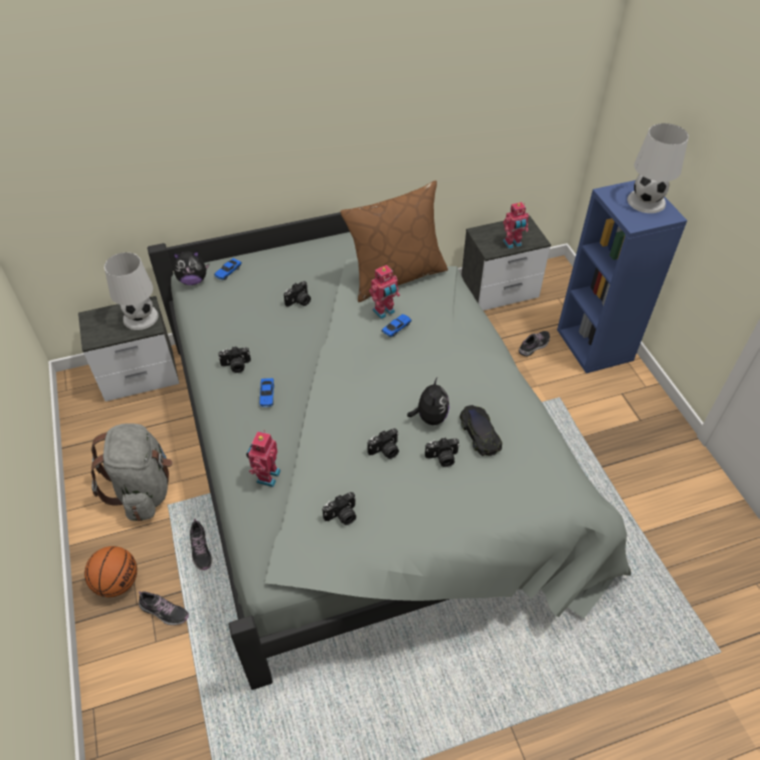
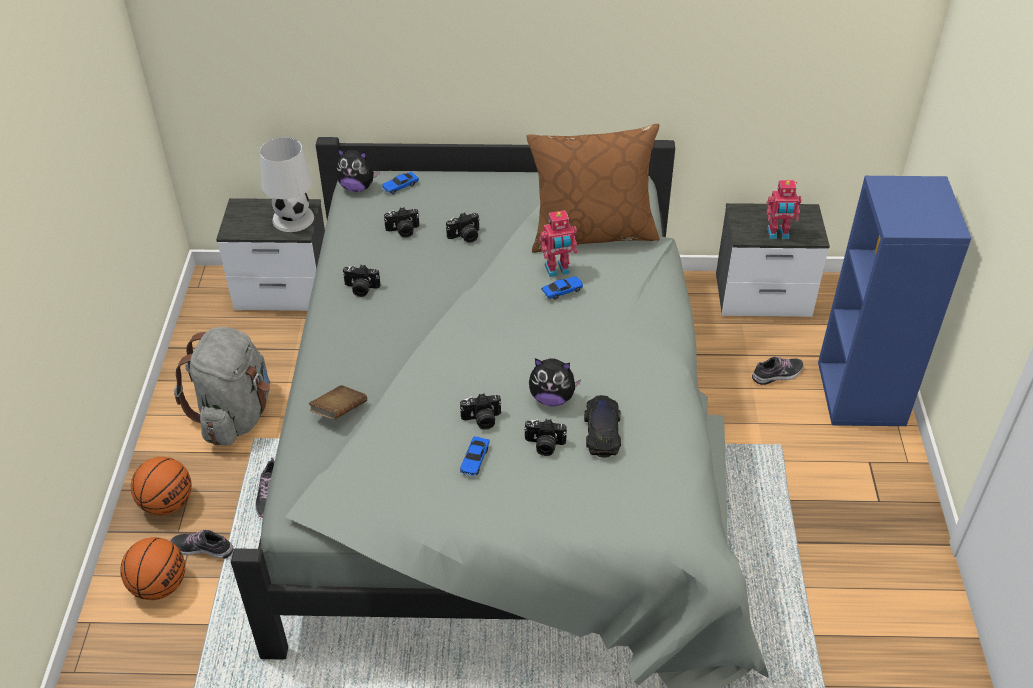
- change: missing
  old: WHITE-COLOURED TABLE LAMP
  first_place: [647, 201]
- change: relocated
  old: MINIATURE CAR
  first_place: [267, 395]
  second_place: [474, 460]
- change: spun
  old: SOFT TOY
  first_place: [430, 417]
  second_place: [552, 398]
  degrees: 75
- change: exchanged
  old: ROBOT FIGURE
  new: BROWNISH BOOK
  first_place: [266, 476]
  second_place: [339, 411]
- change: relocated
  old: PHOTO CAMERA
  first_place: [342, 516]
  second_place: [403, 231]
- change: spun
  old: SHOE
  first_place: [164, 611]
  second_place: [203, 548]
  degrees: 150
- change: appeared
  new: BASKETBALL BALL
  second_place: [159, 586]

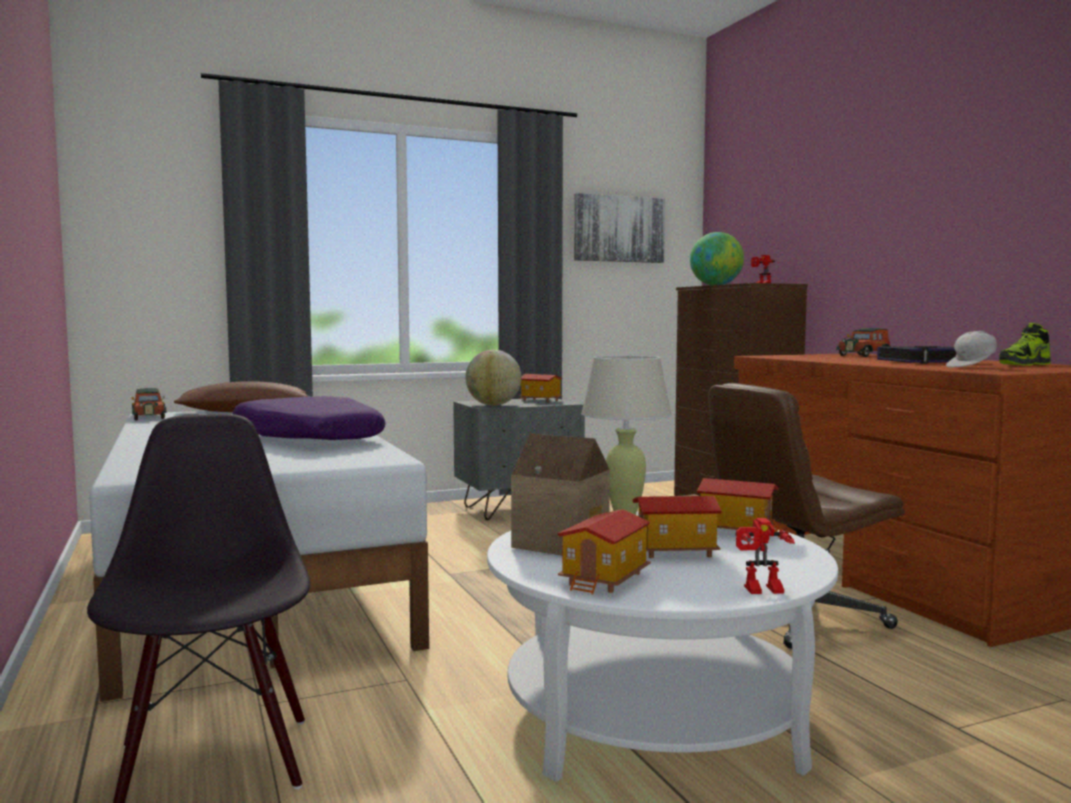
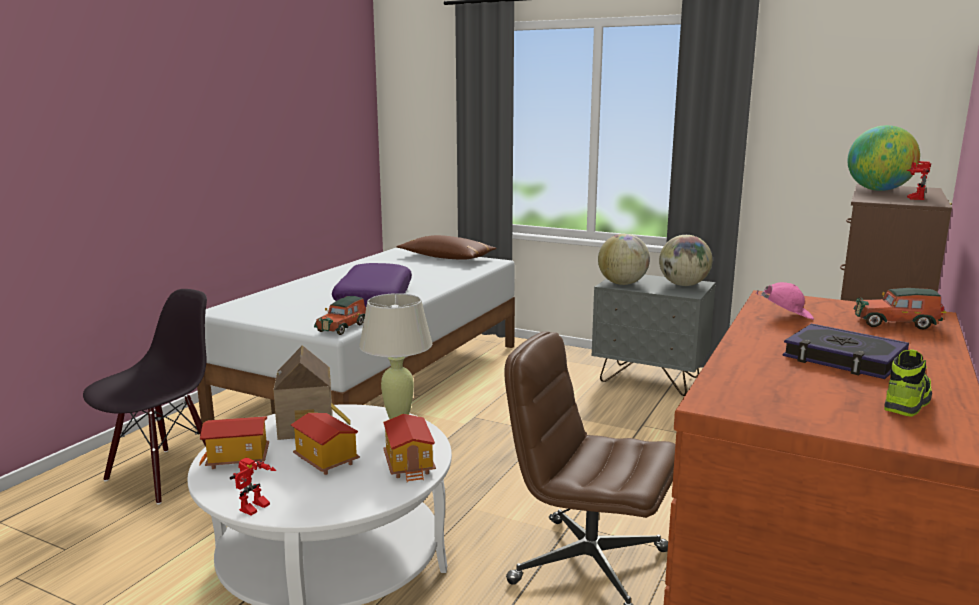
- change: missing
  old: PICTURE
  first_place: [618, 229]
- change: spun
  old: SHOE
  first_place: [1024, 364]
  second_place: [906, 402]
  degrees: 105
- change: missing
  old: WHITE-COLOURED BASEBALL CAP
  first_place: [973, 367]
- change: exchanged
  old: MINIATURE HOUSE
  new: WORLD GLOBE
  first_place: [540, 400]
  second_place: [683, 285]
- change: relocated
  old: MINIATURE CAR
  first_place: [149, 417]
  second_place: [343, 327]
- change: spun
  old: ROBOT FIGURE
  first_place: [762, 591]
  second_place: [255, 509]
  degrees: -105
- change: appeared
  new: PINK-COLOURED BASEBALL CAP
  second_place: [785, 316]

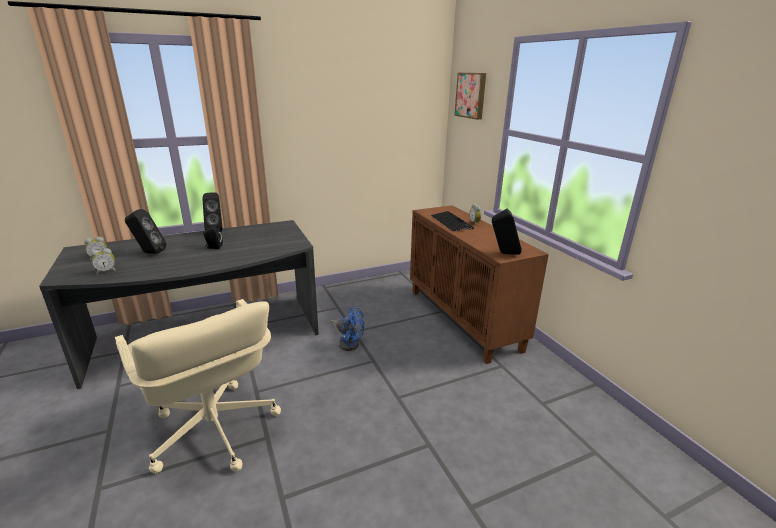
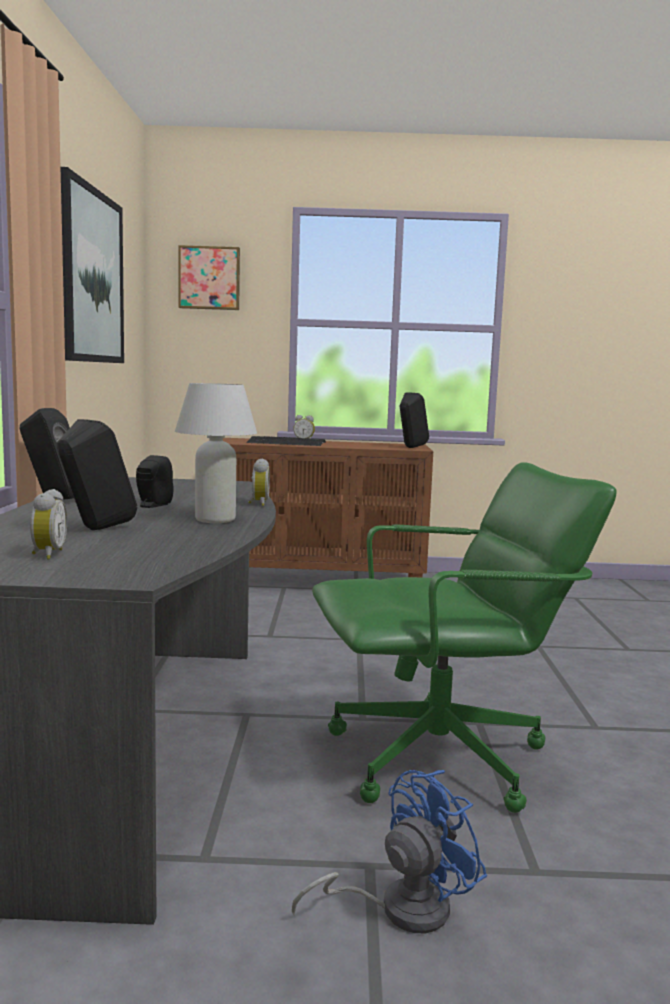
- change: relocated
  old: ALARM CLOCK
  first_place: [106, 271]
  second_place: [258, 503]
- change: colour
  old: BEIGE DESK CHAIR
  new: GREEN-COLOURED DESK CHAIR
  first_place: [214, 431]
  second_place: [441, 759]
- change: relocated
  old: BLUE-COLOURED COOLING FAN
  first_place: [348, 342]
  second_place: [399, 908]
- change: appeared
  new: PICTURE
  second_place: [91, 277]
- change: appeared
  new: WHITE-COLOURED TABLE LAMP
  second_place: [215, 520]

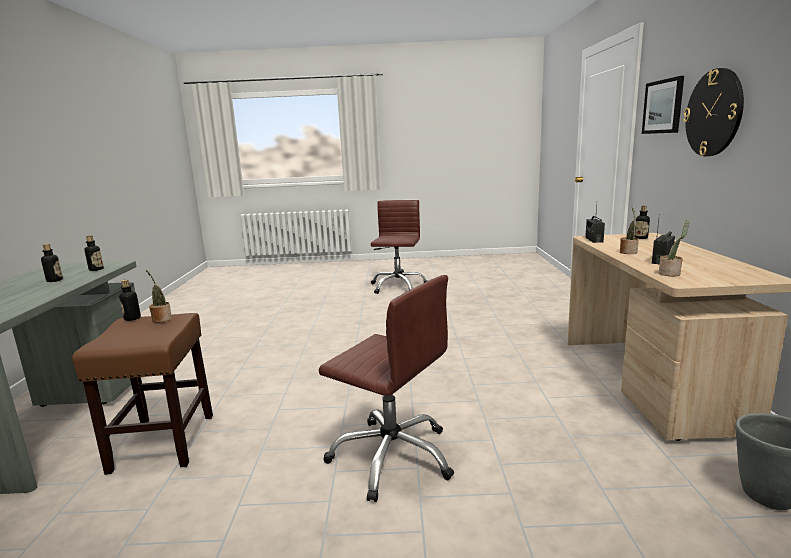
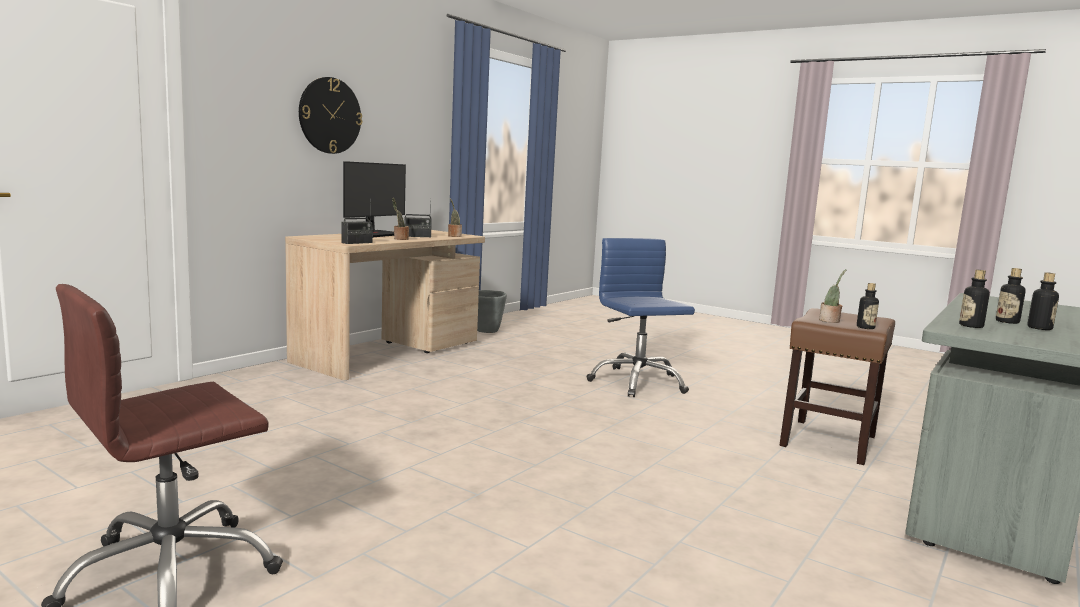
- change: missing
  old: PICTURE
  first_place: [663, 106]
- change: relocated
  old: DRINK BOTTLE
  first_place: [641, 238]
  second_place: [1039, 328]
- change: colour
  old: BROWNISH DESK CHAIR
  new: BLUE-COLOURED DESK CHAIR
  first_place: [392, 456]
  second_place: [637, 382]
- change: appeared
  new: COMPUTER DISPLAY
  second_place: [373, 234]

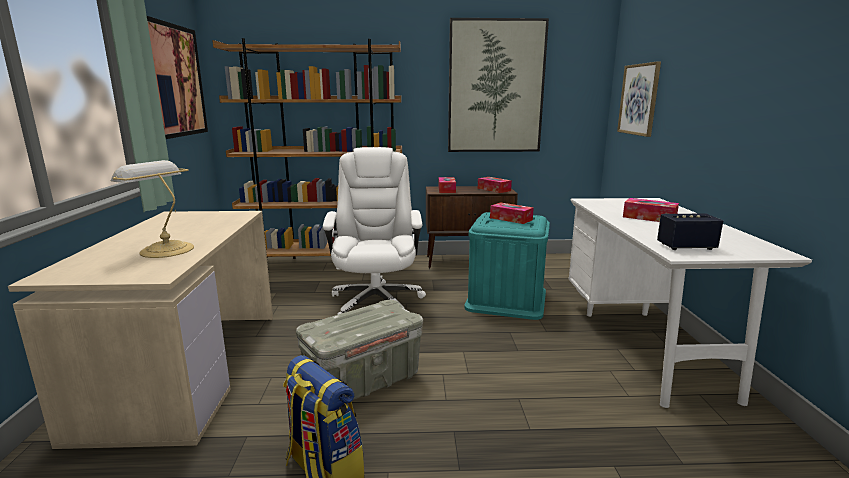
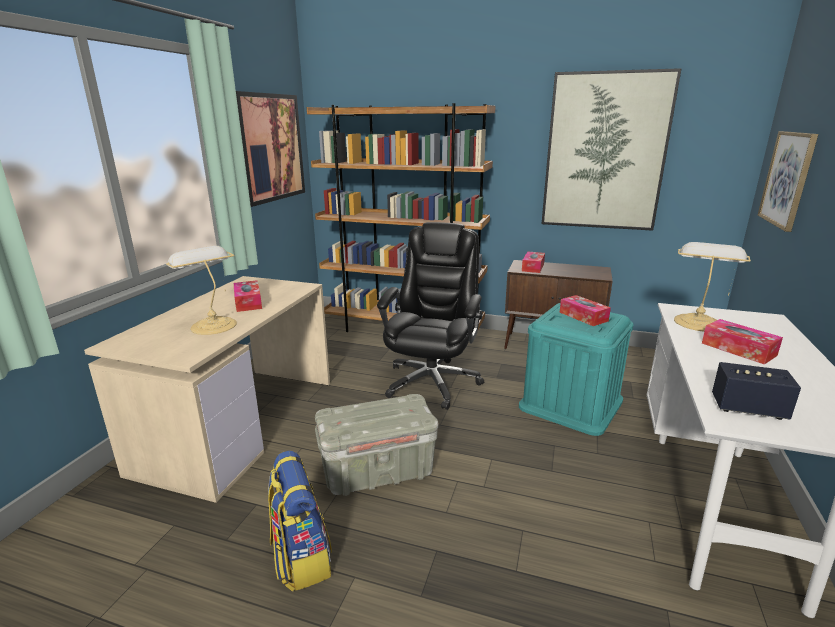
- change: colour
  old: WHITE-COLOURED DESK CHAIR
  new: BLACK DESK CHAIR
  first_place: [376, 301]
  second_place: [432, 381]
- change: relocated
  old: TISSUE BOX
  first_place: [494, 189]
  second_place: [248, 302]
- change: appeared
  new: TABLE LAMP
  second_place: [697, 322]

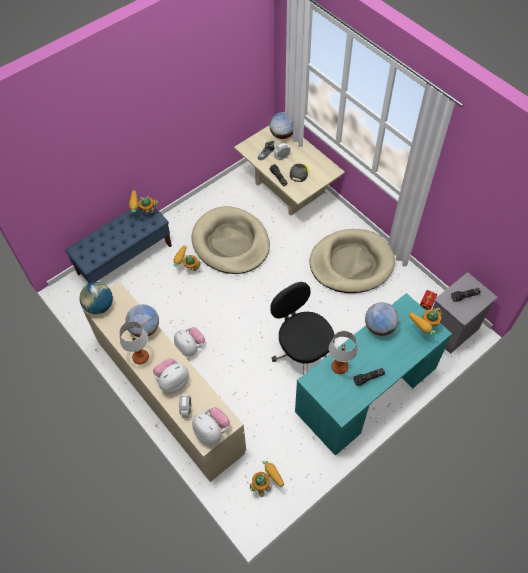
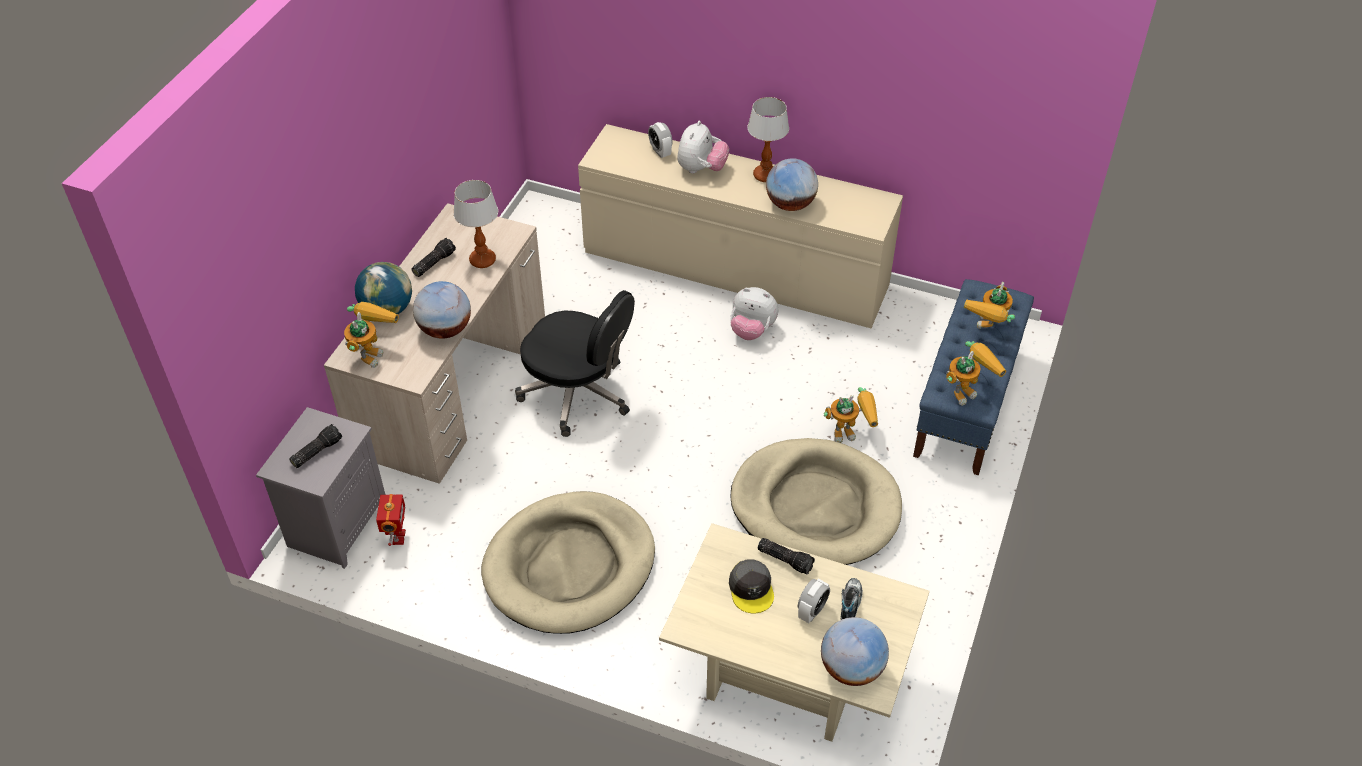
- change: relocated
  old: WORLD GLOBE
  first_place: [99, 306]
  second_place: [387, 309]
- change: colour
  old: TURQUOISE DESK
  new: BEIGE DESK
  first_place: [365, 389]
  second_place: [452, 383]
- change: missing
  old: SOFT TOY
  first_place: [212, 431]
- change: relocated
  old: ROBOT FIGURE
  first_place: [266, 484]
  second_place: [987, 330]

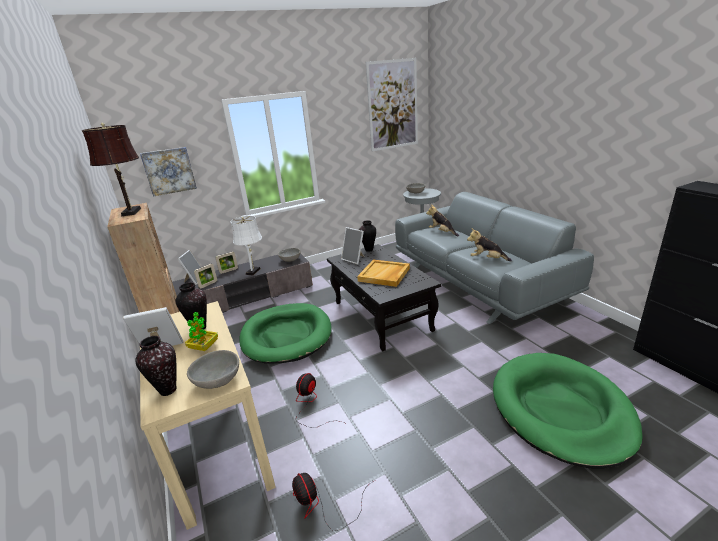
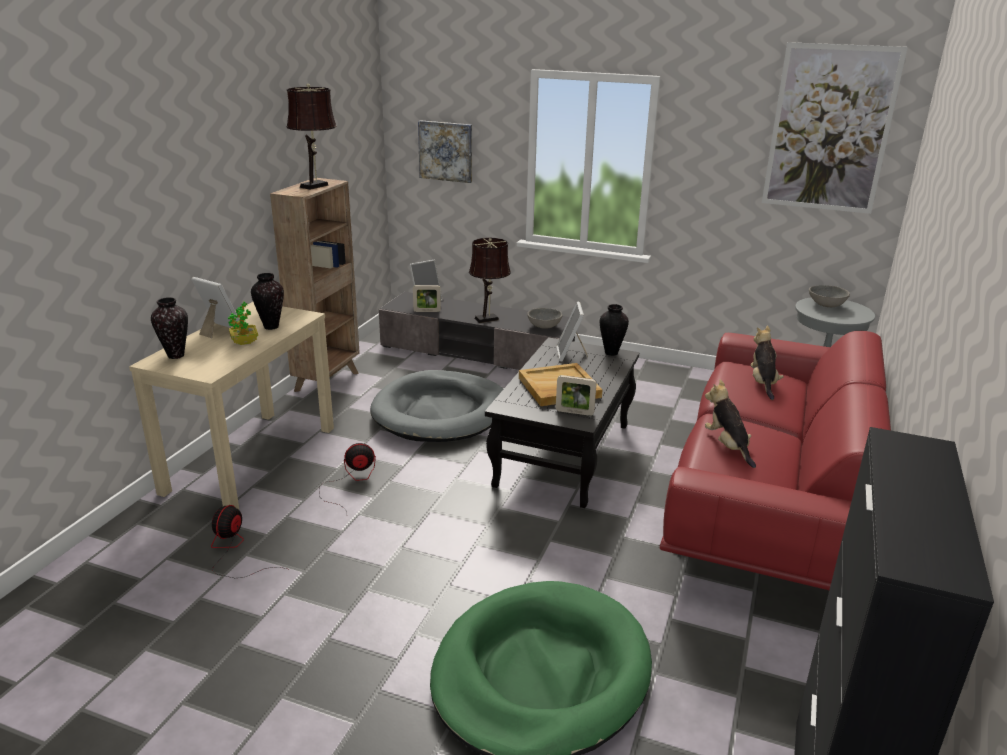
- change: colour
  old: GRAY SETTEE
  new: RED-COLOURED SETTEE
  first_place: [478, 283]
  second_place: [768, 499]
- change: colour
  old: WHITE-COLOURED TABLE LAMP
  new: BROWNISH TABLE LAMP
  first_place: [254, 271]
  second_place: [489, 319]
- change: relocated
  old: STANDING FRAME
  first_place: [229, 271]
  second_place: [574, 412]
- change: colour
  old: GREEN-COLOURED PET BED
  new: GRAY PET BED
  first_place: [286, 336]
  second_place: [440, 412]
- change: missing
  old: GRAY SERVING BOWL
  first_place: [218, 380]

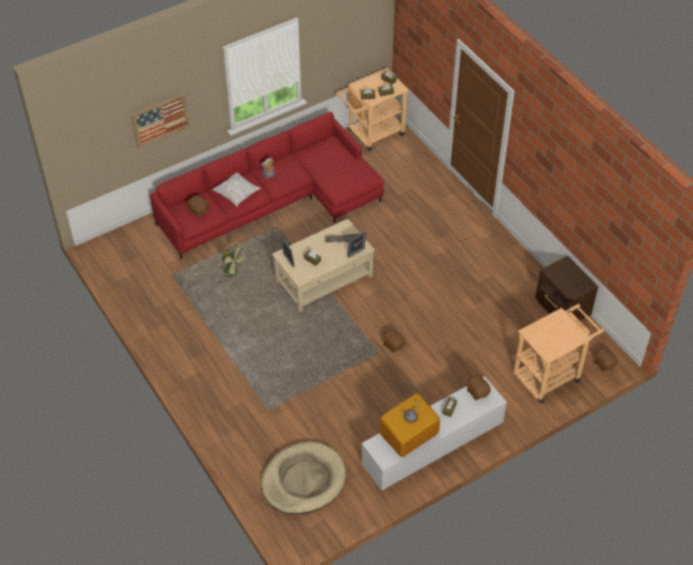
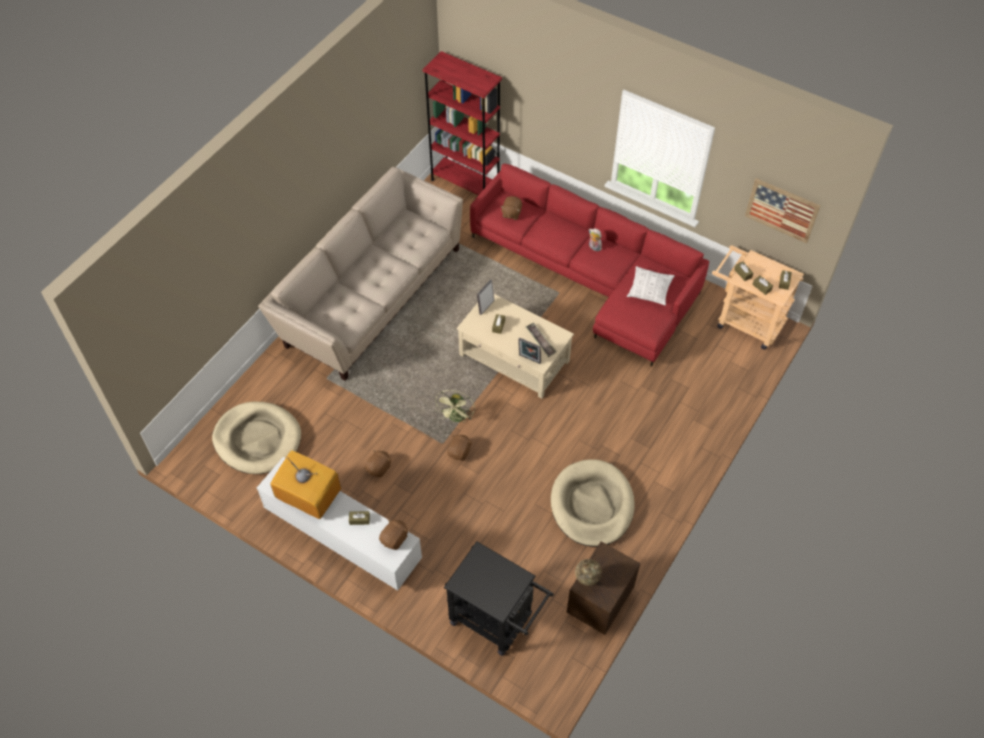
- change: relocated
  old: PICTURE
  first_place: [160, 120]
  second_place: [782, 210]
- change: relocated
  old: THROW PILLOW
  first_place: [237, 193]
  second_place: [649, 290]
- change: relocated
  old: GREEN-COLOURED COOLING FAN
  first_place: [233, 273]
  second_place: [457, 418]
- change: colour
  old: BEIGE WHEELED CART
  new: BLACK WHEELED CART
  first_place: [551, 374]
  second_place: [497, 621]
- change: relocated
  old: BROWNISH SOFT TOY
  first_place: [604, 363]
  second_place: [379, 468]
- change: appeared
  new: RED-COLOURED BOOKSHELF
  second_place: [465, 184]
- change: appeared
  new: BEIGE SETTEE
  second_place: [370, 294]
- change: appeared
  new: BEIGE PET BED
  second_place: [592, 505]
- change: appeared
  new: BEIGE DECORATIVE VASE
  second_place: [587, 580]

